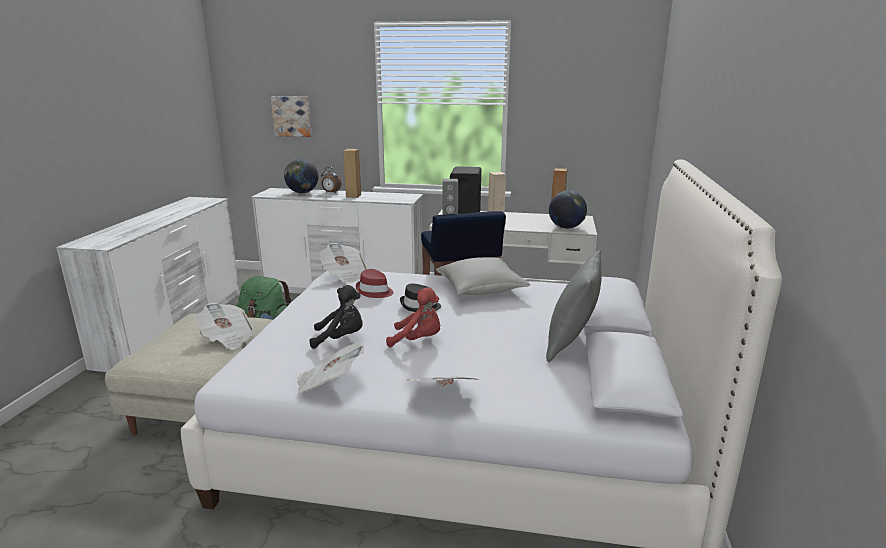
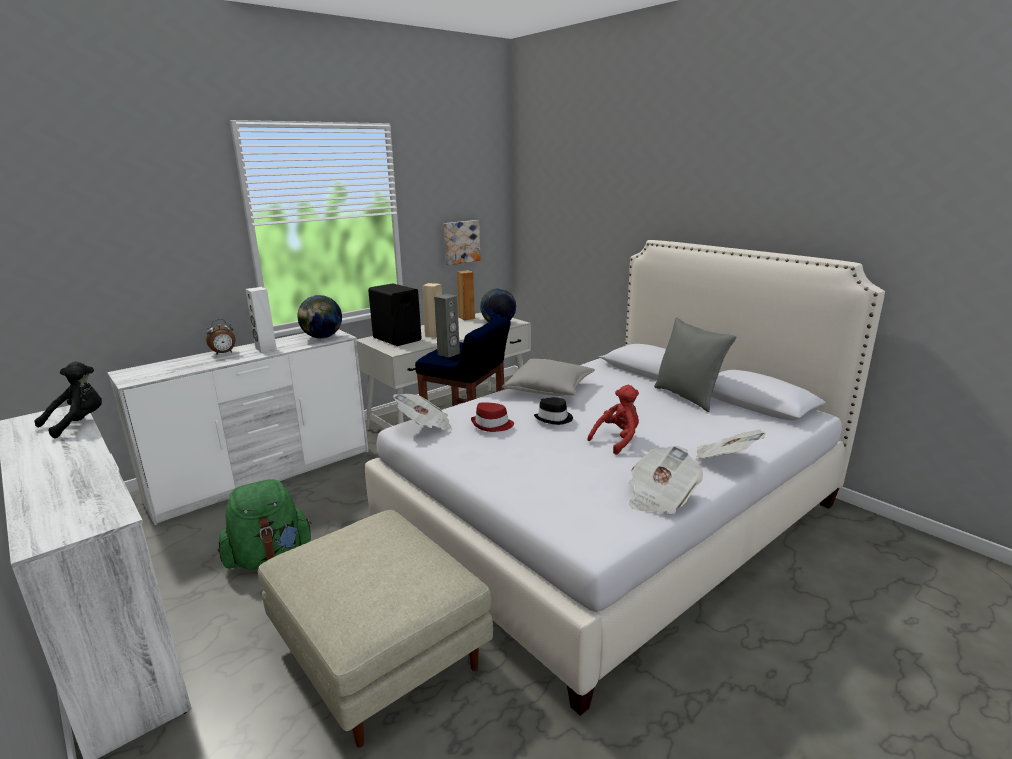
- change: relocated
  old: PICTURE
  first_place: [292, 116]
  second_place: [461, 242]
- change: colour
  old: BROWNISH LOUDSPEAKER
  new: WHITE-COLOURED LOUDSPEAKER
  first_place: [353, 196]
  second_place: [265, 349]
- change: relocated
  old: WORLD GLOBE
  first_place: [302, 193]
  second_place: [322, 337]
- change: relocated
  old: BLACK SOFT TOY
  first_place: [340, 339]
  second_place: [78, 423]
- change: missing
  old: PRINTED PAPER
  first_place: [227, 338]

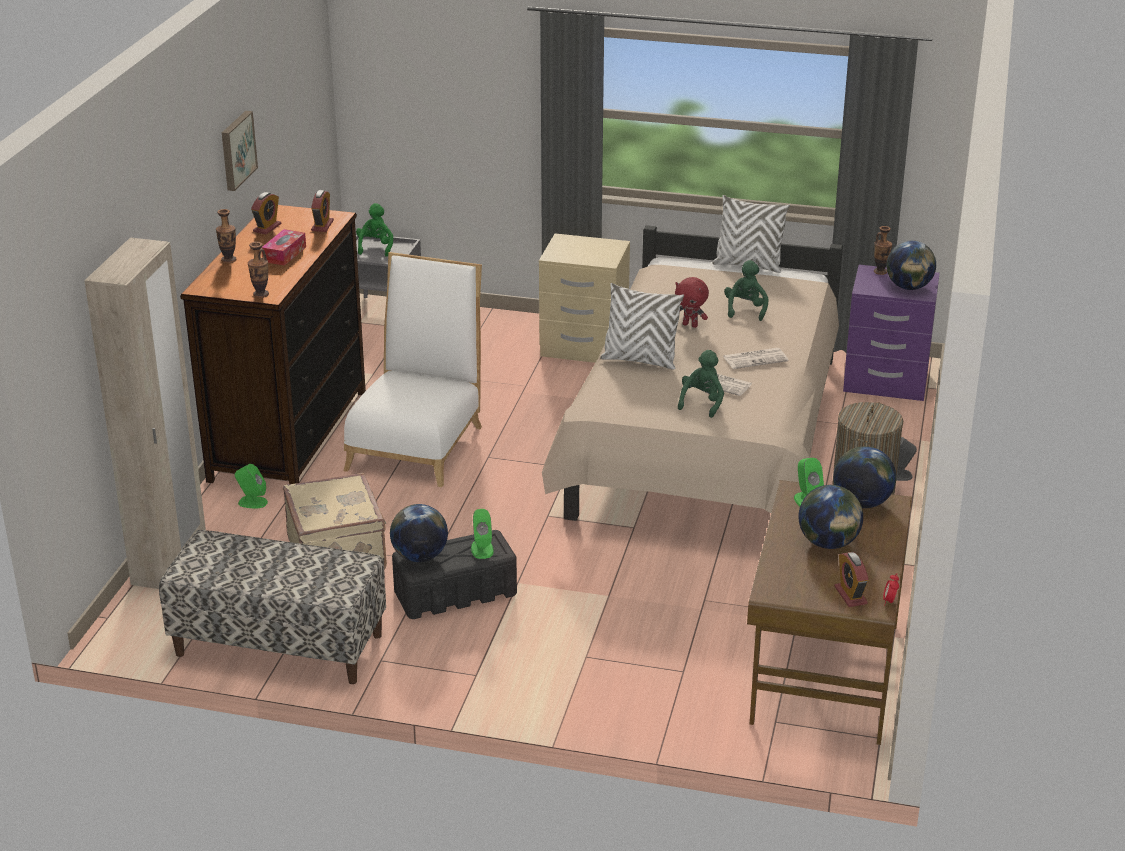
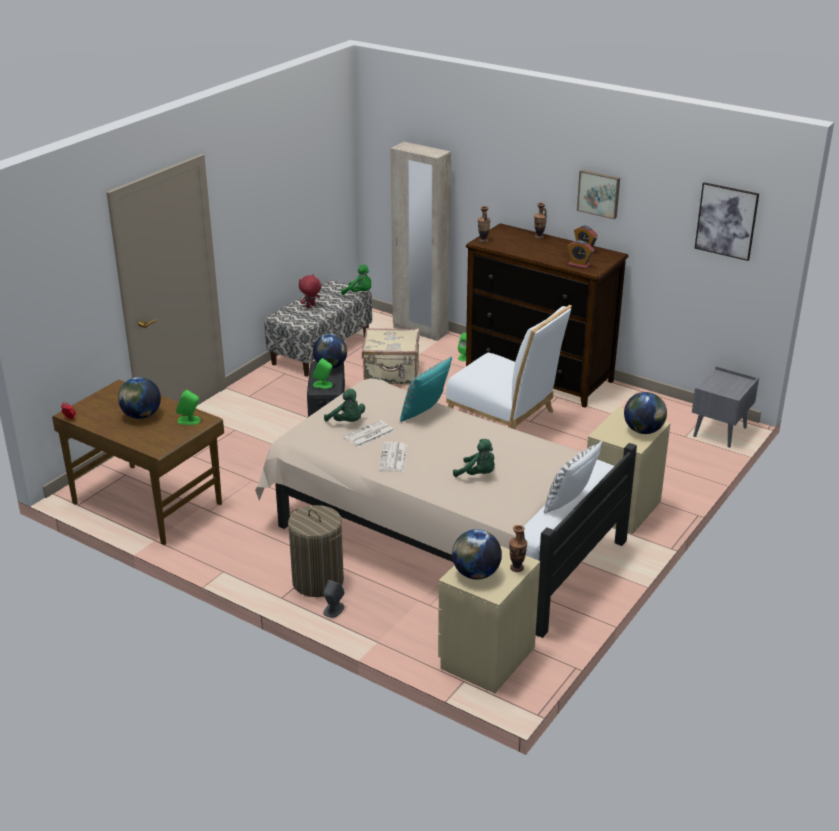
- change: relocated
  old: GREEN-COLOURED SOFT TOY
  first_place: [375, 247]
  second_place: [359, 293]
- change: missing
  old: TISSUE BOX
  first_place: [284, 254]
- change: colour
  old: PURPLE NIGHT TABLE
  new: BEIGE NIGHT TABLE
  first_place: [885, 382]
  second_place: [486, 657]
- change: relocated
  old: RED-COLOURED SOFT TOY
  first_place: [690, 325]
  second_place: [311, 306]
- change: colour
  old: WHITE-COLOURED THROW PILLOW
  new: TURQUOISE THROW PILLOW
  first_place: [640, 360]
  second_place: [424, 413]
- change: relocated
  old: WORLD GLOBE
  first_place: [861, 502]
  second_place: [643, 431]
- change: missing
  old: ALARM CLOCK
  first_place: [850, 595]
- change: appeared
  new: PICTURE
  second_place: [726, 221]

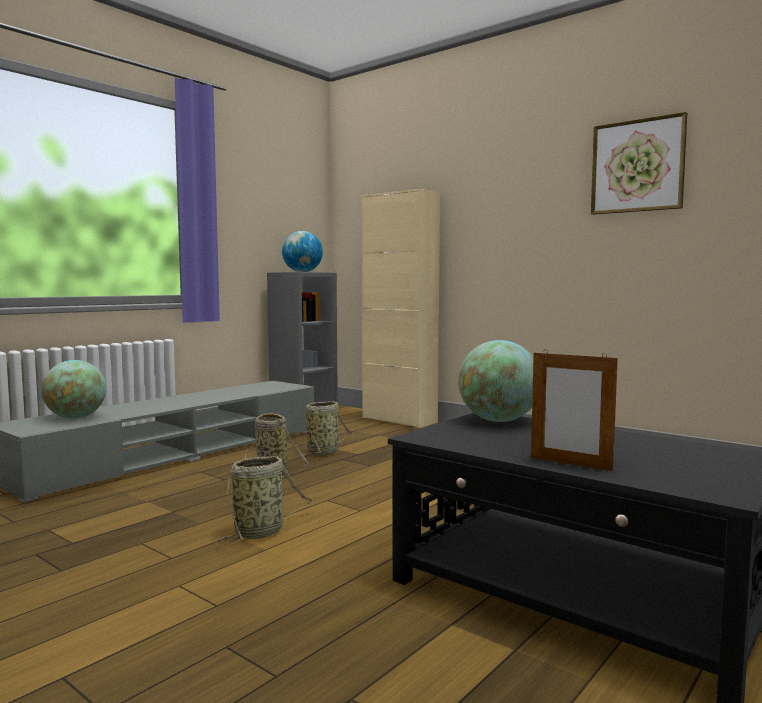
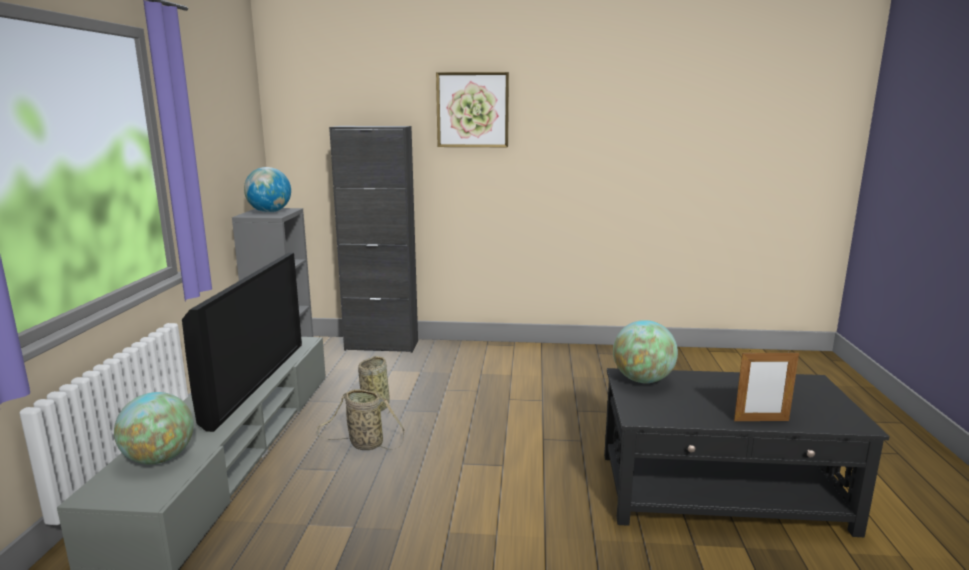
- change: relocated
  old: PICTURE
  first_place: [637, 166]
  second_place: [472, 110]
- change: colour
  old: BEIGE STORAGE CABINET
  new: BLACK STORAGE CABINET
  first_place: [399, 420]
  second_place: [381, 345]
- change: missing
  old: STORAGE BASKET
  first_place: [261, 532]
- change: appeared
  new: TELEVISION
  second_place: [253, 380]

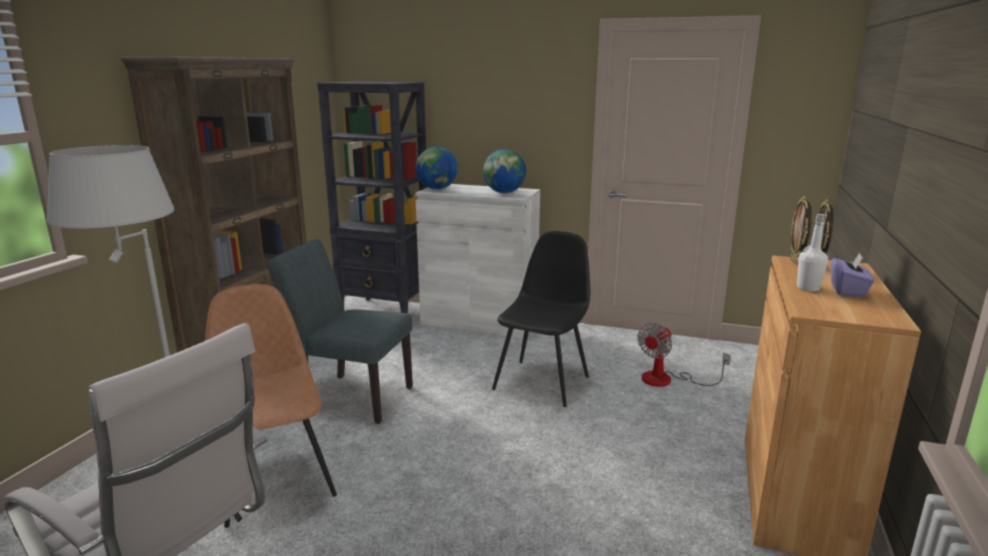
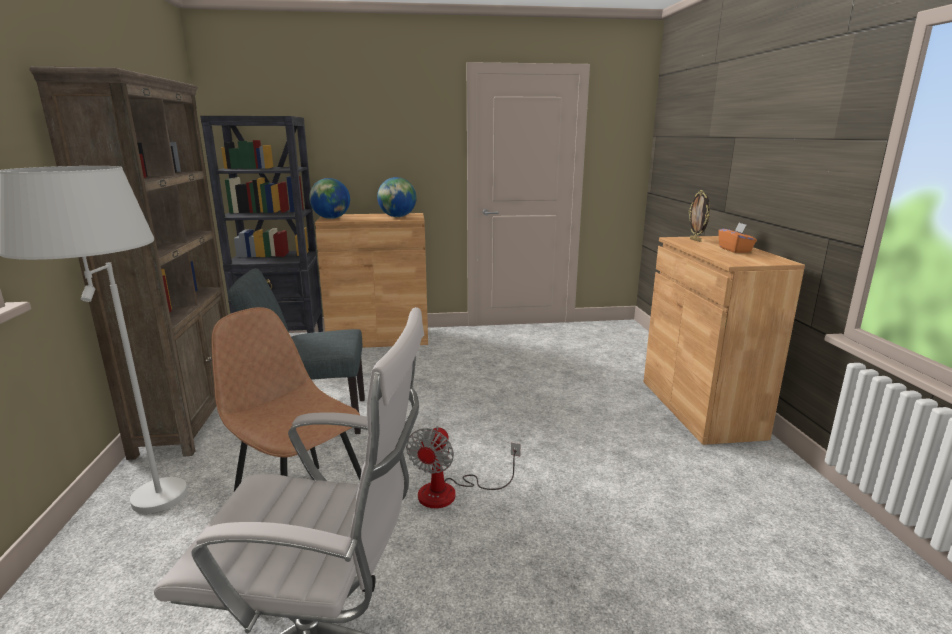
- change: colour
  old: WHITE-COLOURED STORAGE CABINET
  new: BROWNISH STORAGE CABINET
  first_place: [479, 321]
  second_place: [379, 338]
- change: missing
  old: STANDING FRAME
  first_place: [795, 262]
- change: missing
  old: WHITE-COLOURED DRINK BOTTLE
  first_place: [808, 288]
- change: missing
  old: BLACK PLAIN CHAIR
  first_place: [542, 382]
- change: colour
  old: PURPLE TISSUE BOX
  new: ORANGEY TISSUE BOX
  first_place: [848, 290]
  second_place: [735, 250]
- change: relocated
  old: COOLING FAN
  first_place: [667, 380]
  second_place: [451, 492]

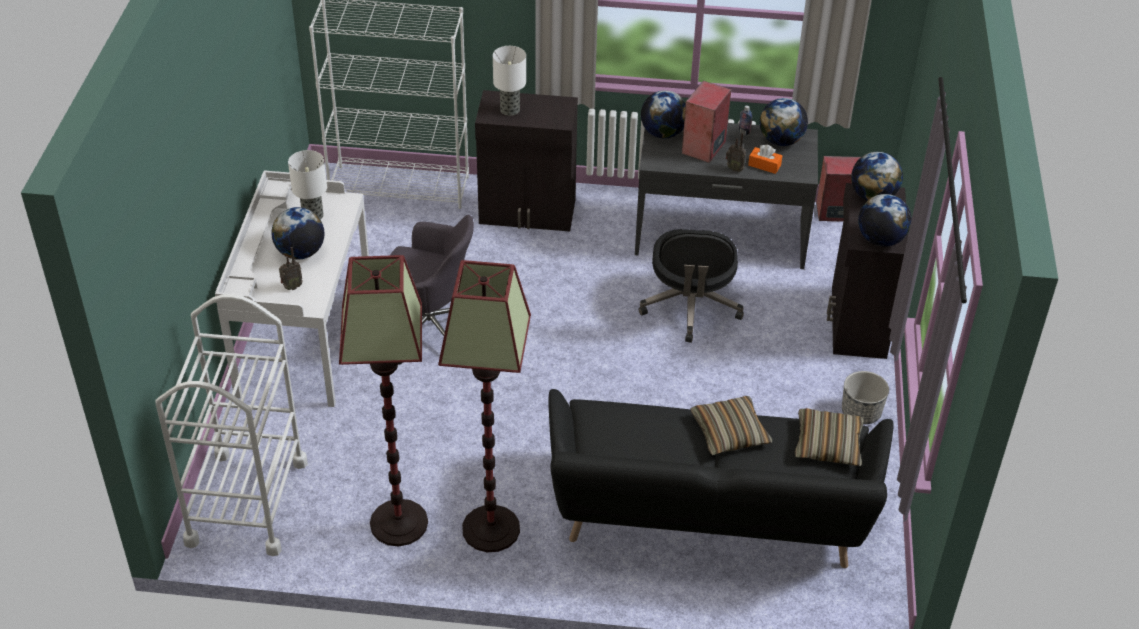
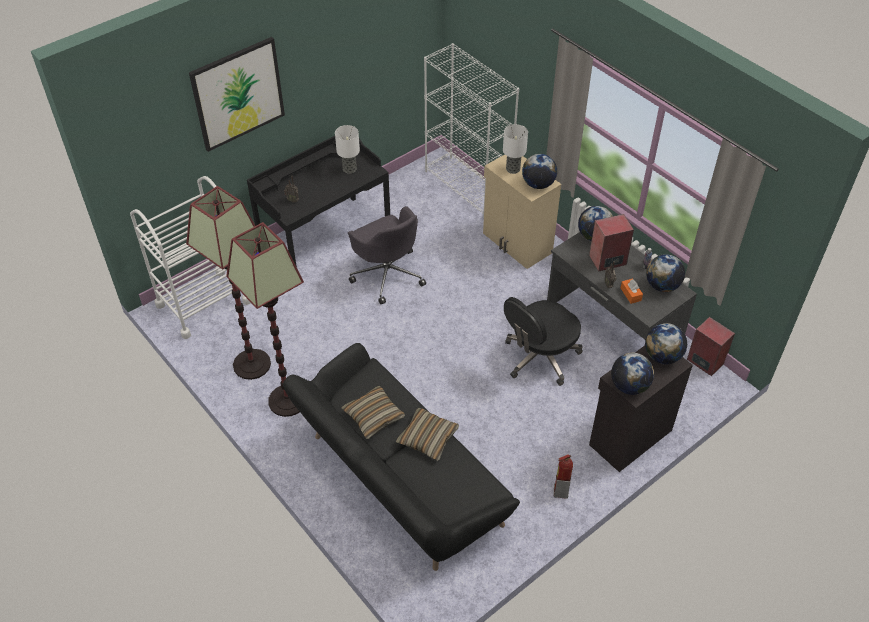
- change: colour
  old: BLACK STORAGE CABINET
  new: BEIGE STORAGE CABINET
  first_place: [528, 213]
  second_place: [517, 243]
- change: colour
  old: WHITE-COLOURED DESK
  new: BLACK DESK
  first_place: [304, 337]
  second_place: [325, 238]
- change: relocated
  old: WORLD GLOBE
  first_place: [300, 253]
  second_place: [538, 184]
- change: exchanged
  old: PLANT POT
  new: EXTINGUISHER
  first_place: [861, 412]
  second_place: [560, 491]
- change: relocated
  old: THROW PILLOW
  first_place: [828, 444]
  second_place: [373, 416]
- change: appeared
  new: PICTURE
  second_place: [238, 94]

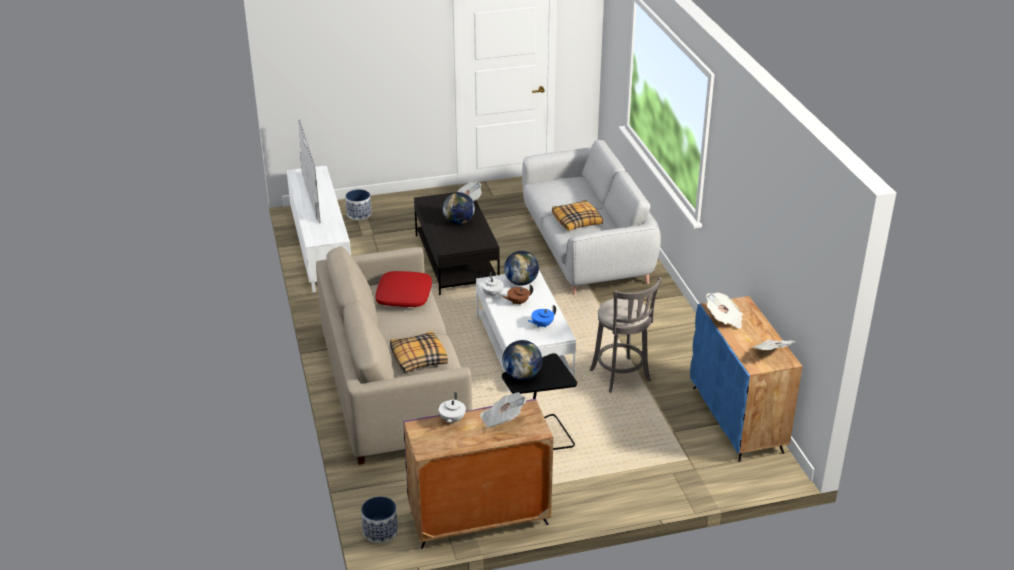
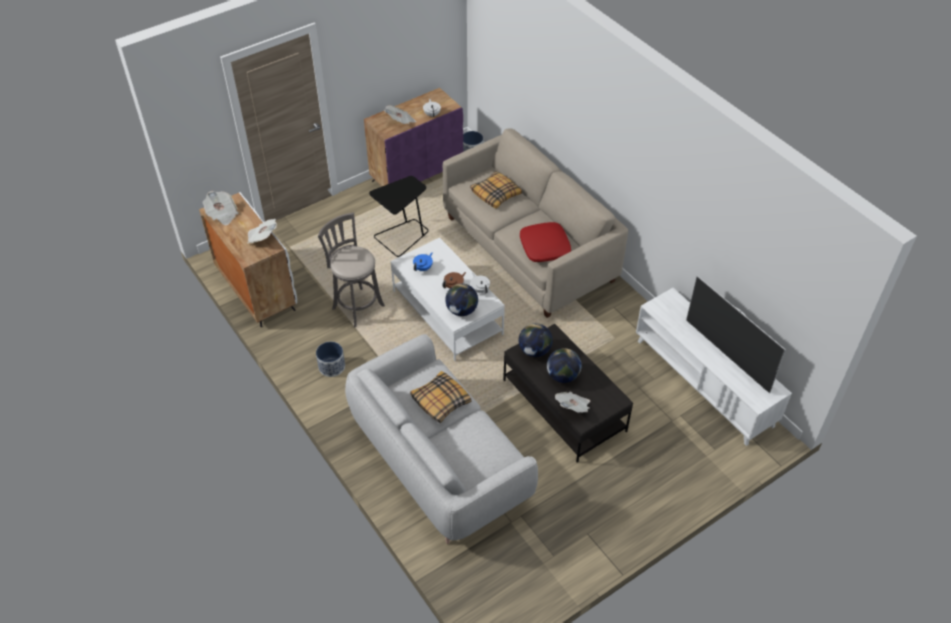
- change: relocated
  old: PLANT POT
  first_place: [359, 214]
  second_place: [331, 367]
- change: colour
  old: BLUE-COLOURED STORAGE CABINET
  new: WHITE-COLOURED STORAGE CABINET
  first_place: [737, 420]
  second_place: [256, 289]
- change: relocated
  old: WORLD GLOBE
  first_place: [522, 375]
  second_place: [534, 351]

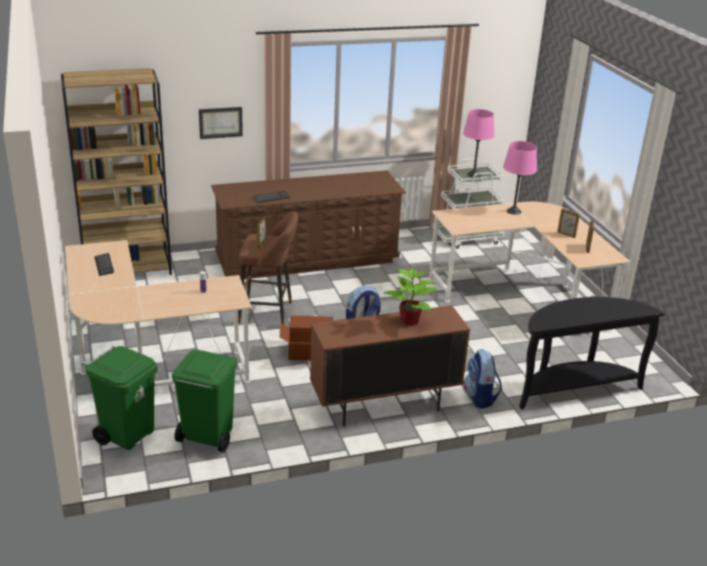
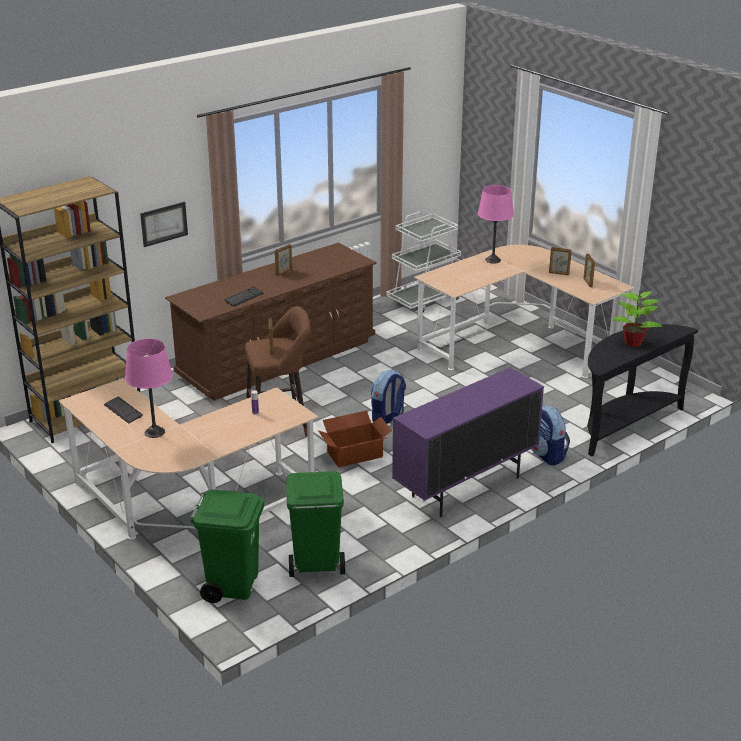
- change: relocated
  old: PINK-COLOURED TABLE LAMP
  first_place: [473, 175]
  second_place: [154, 432]
- change: relocated
  old: PLANT IN A POT
  first_place: [410, 321]
  second_place: [633, 343]
- change: colour
  old: BROWNISH STORAGE CABINET
  new: PURPLE STORAGE CABINET
  first_place: [384, 406]
  second_place: [465, 487]
- change: appeared
  new: STANDING FRAME
  second_place: [284, 272]

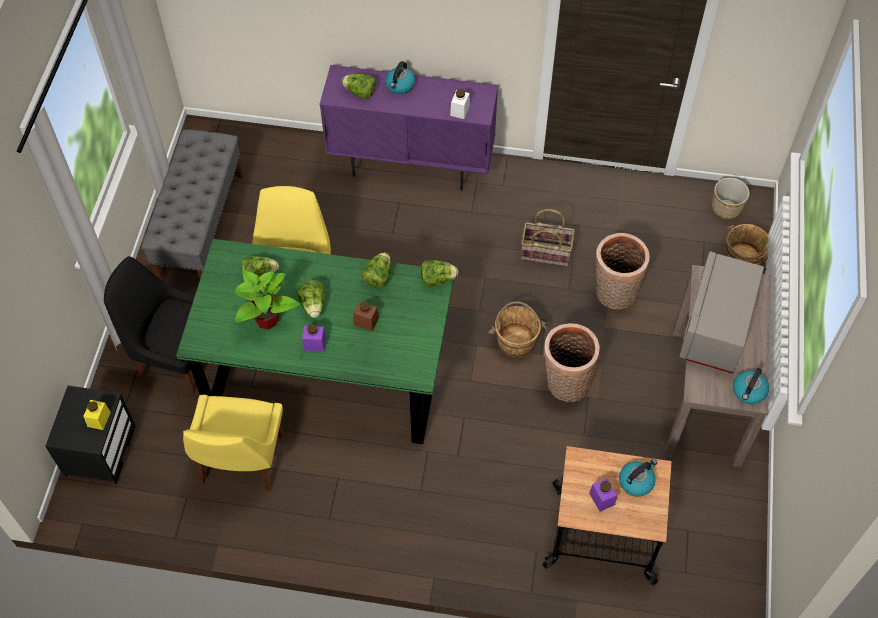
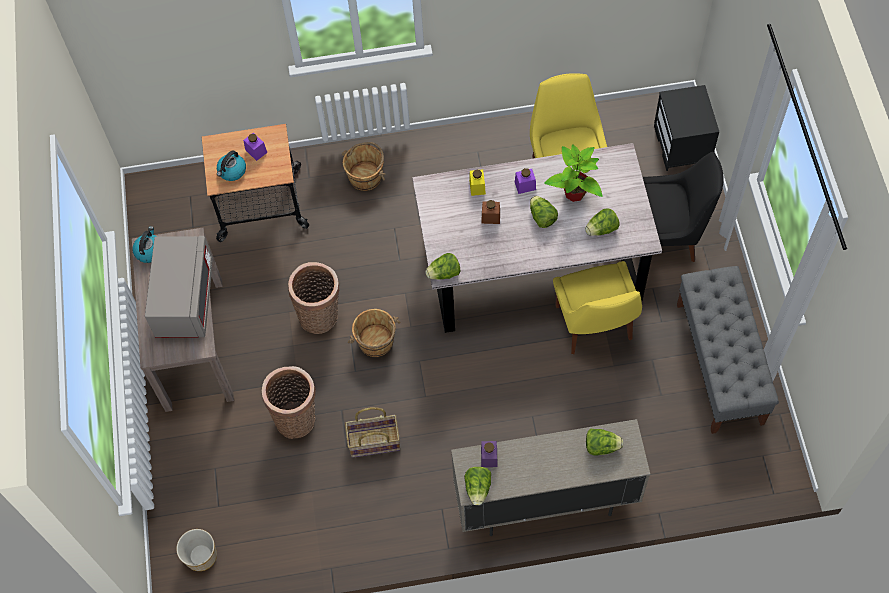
- change: missing
  old: WATER KETTLE
  first_place: [400, 86]
- change: colour
  old: PURPLE STORAGE CABINET
  new: BEIGE STORAGE CABINET
  first_place: [411, 166]
  second_place: [545, 502]
- change: colour
  old: WHITE-COLOURED STORAGE JAR
  new: PURPLE STORAGE JAR
  first_place: [460, 110]
  second_place: [489, 457]
- change: relocated
  old: BROWNISH BUCKET
  first_place: [741, 259]
  second_place: [366, 176]
- change: colour
  old: GREEN-COLOURED DINNER TABLE
  new: GRAY DINNER TABLE
  first_place: [327, 371]
  second_place: [532, 263]
- change: relocated
  old: LETTUCE
  first_place: [378, 277]
  second_place: [478, 488]
- change: relocated
  old: YELLOW STORAGE JAR
  first_place: [99, 419]
  second_place: [477, 187]

